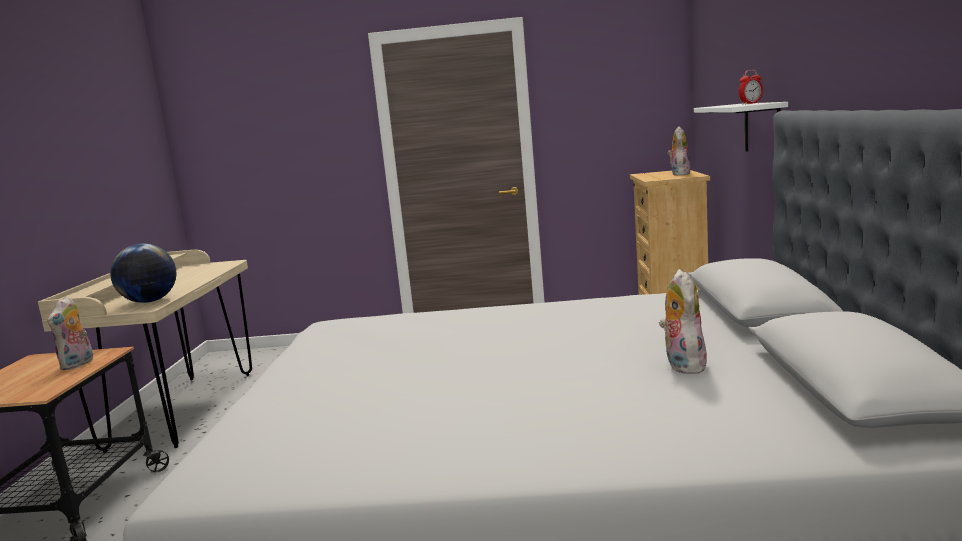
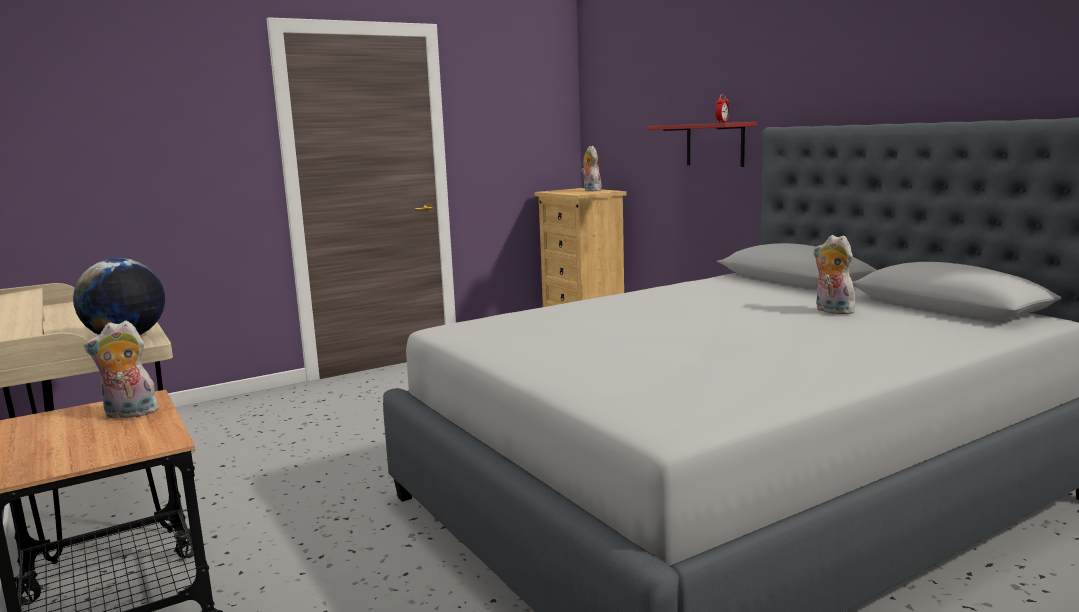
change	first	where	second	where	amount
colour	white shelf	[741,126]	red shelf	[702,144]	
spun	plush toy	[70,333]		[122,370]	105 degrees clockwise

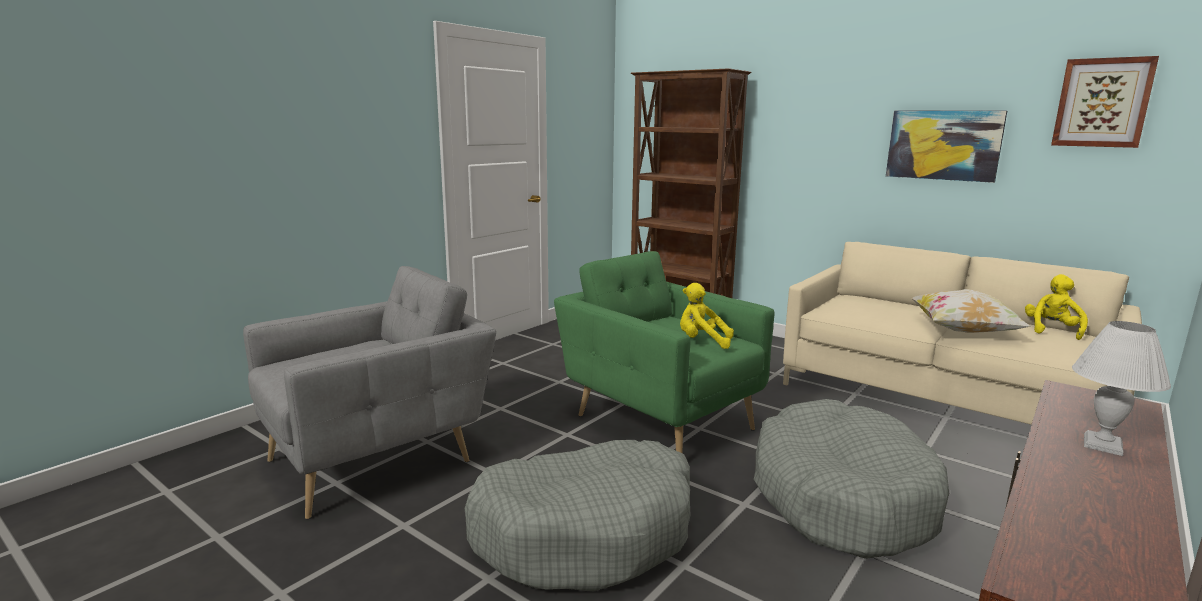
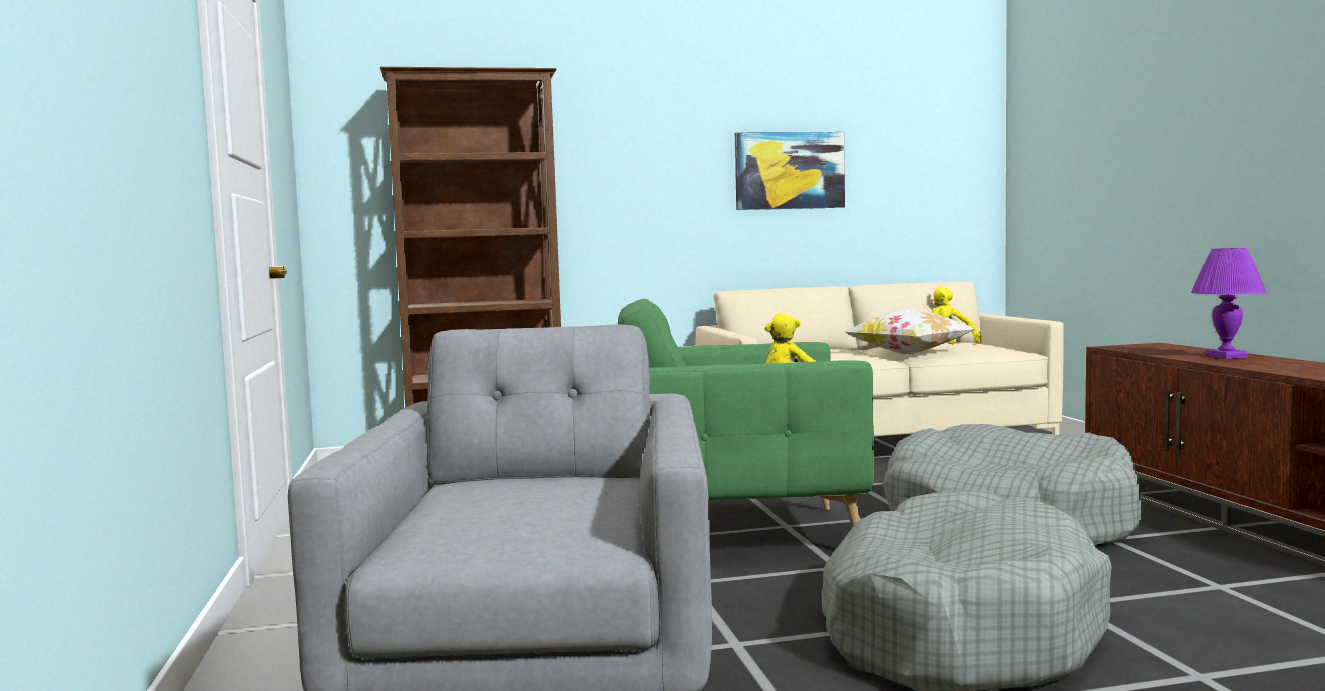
change	first	where	second	where	amount
missing	picture	[1105,102]			
colour	white table lamp	[1121,388]	purple table lamp	[1229,303]	

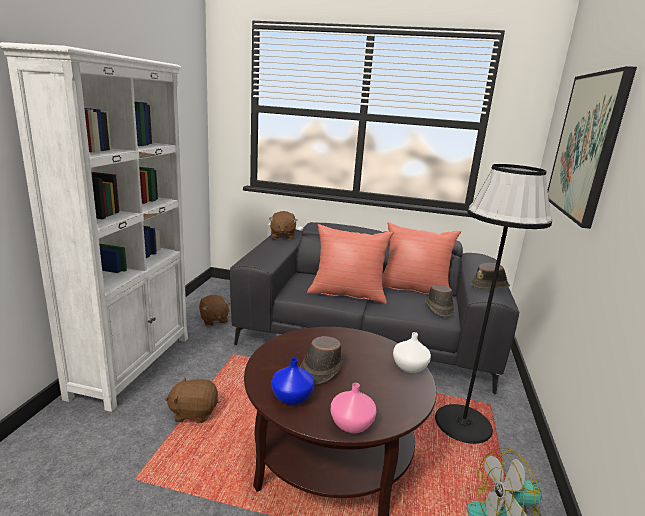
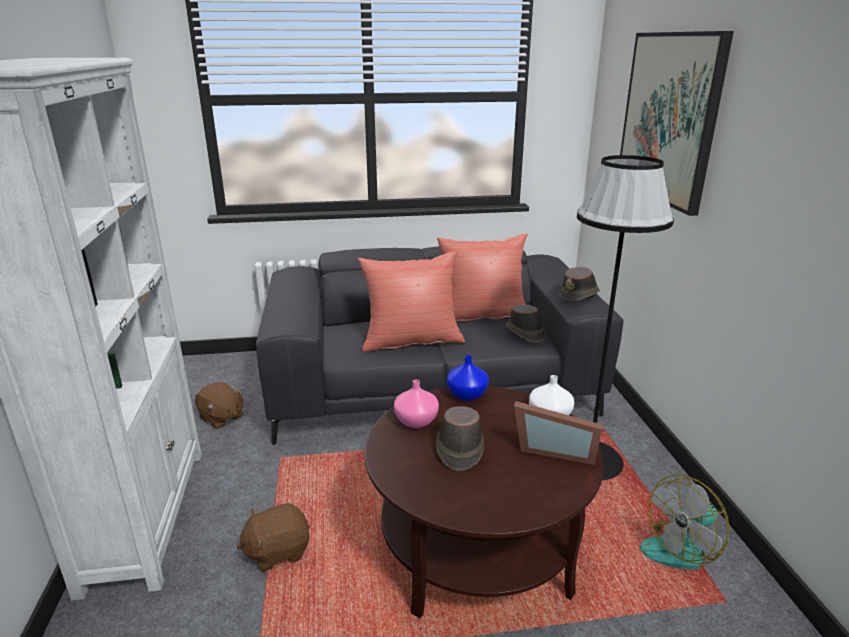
change	first	where	second	where	amount
missing	brown plush toy	[283,225]			
appeared			picture frame	[558,433]	
relocated	blue vase	[293,381]		[468,378]	
relocated	pink vase	[354,408]		[416,403]	

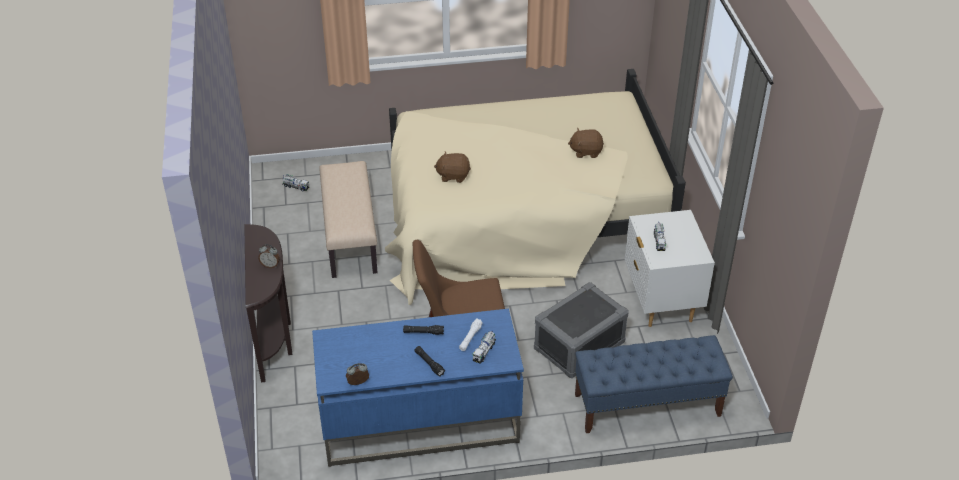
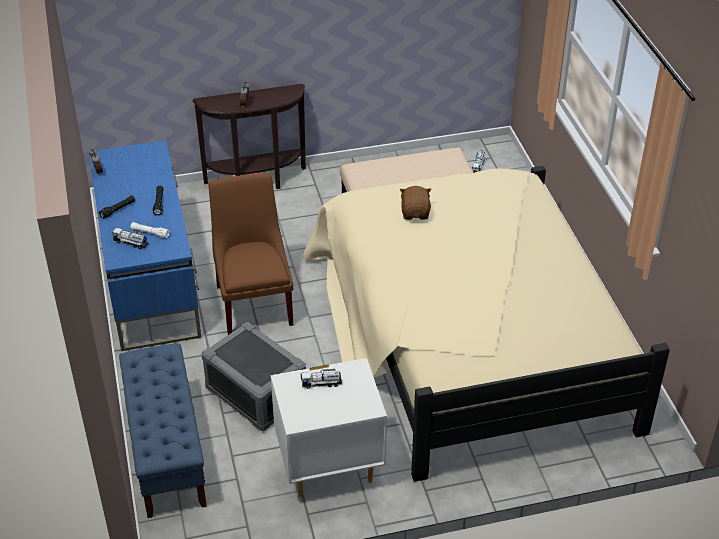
change	first	where	second	where	amount
missing	brown plush toy	[586,143]			

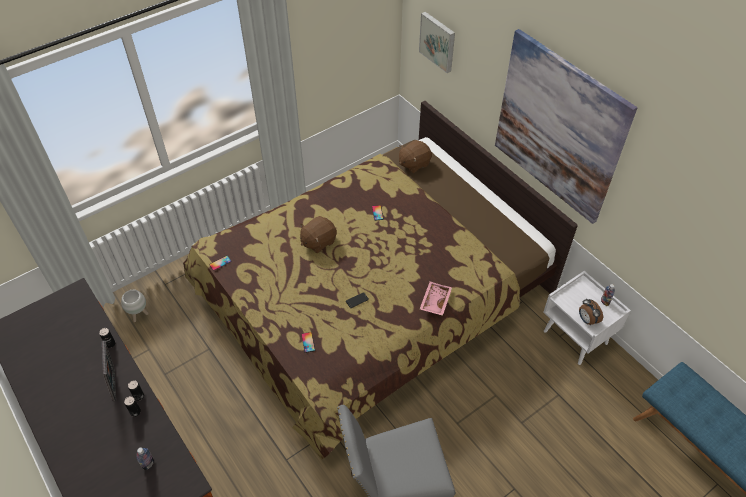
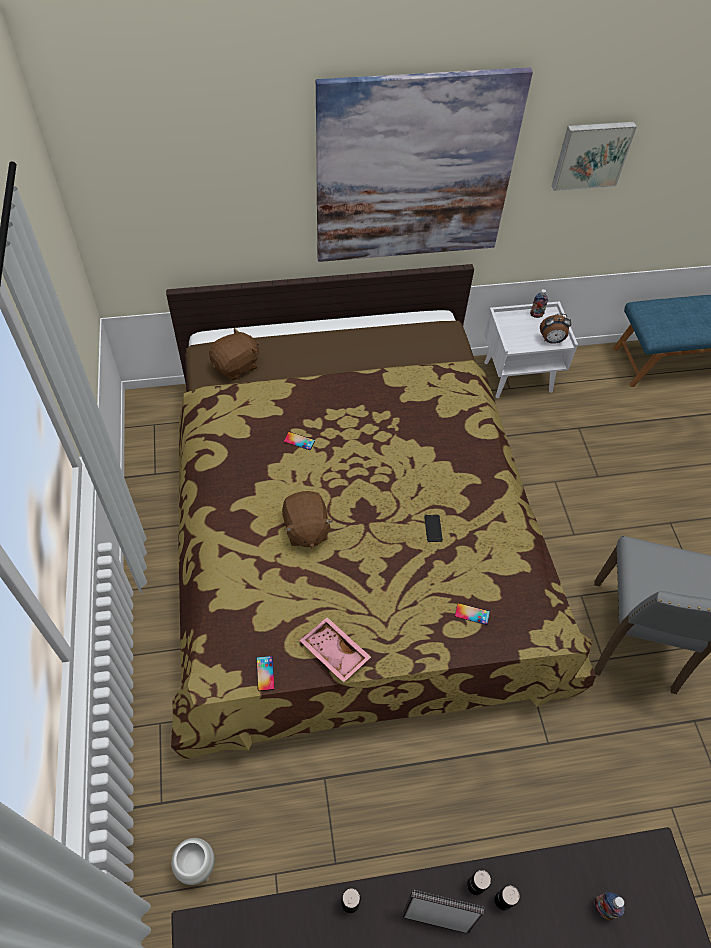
change	first	where	second	where	amount
relocated	picture	[437,42]		[594,156]	
relocated	pink tray	[436,298]		[335,650]	
spun	brown plush toy	[415,156]		[234,353]	120 degrees counterclockwise

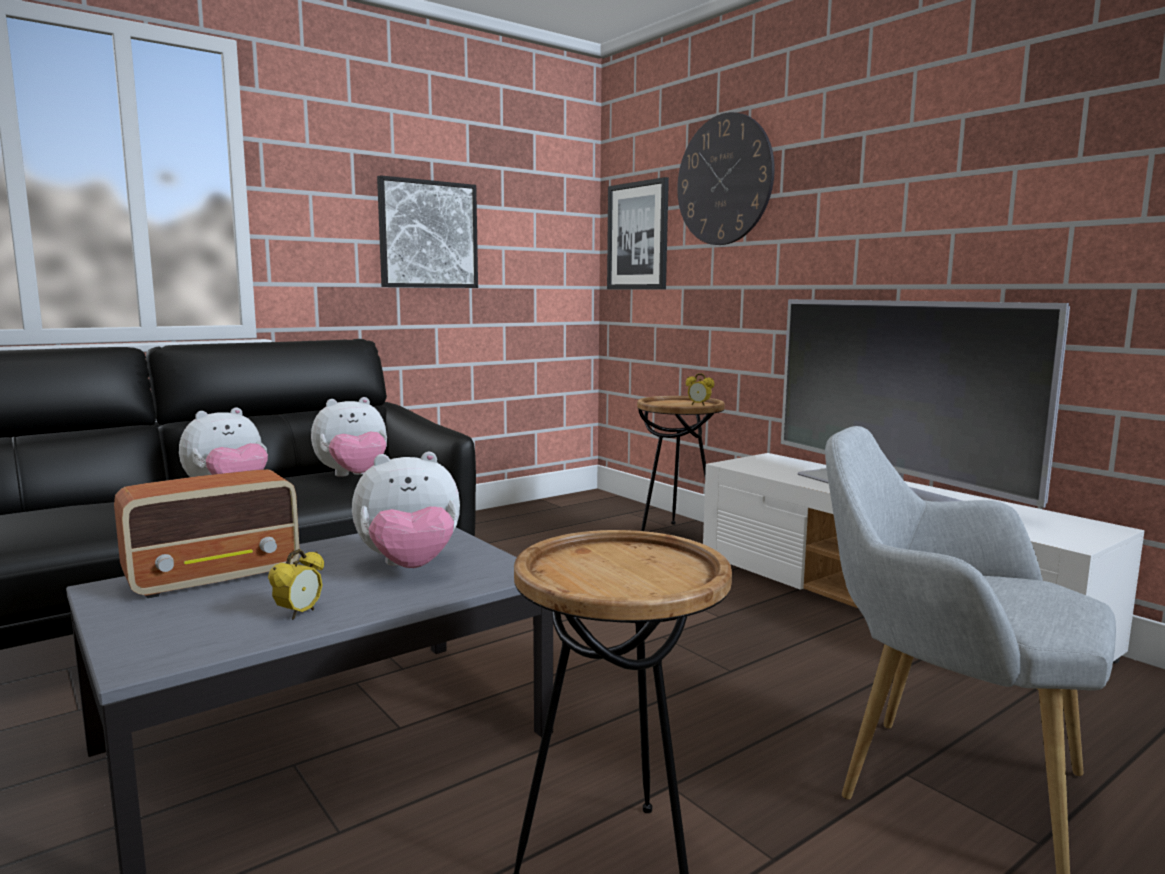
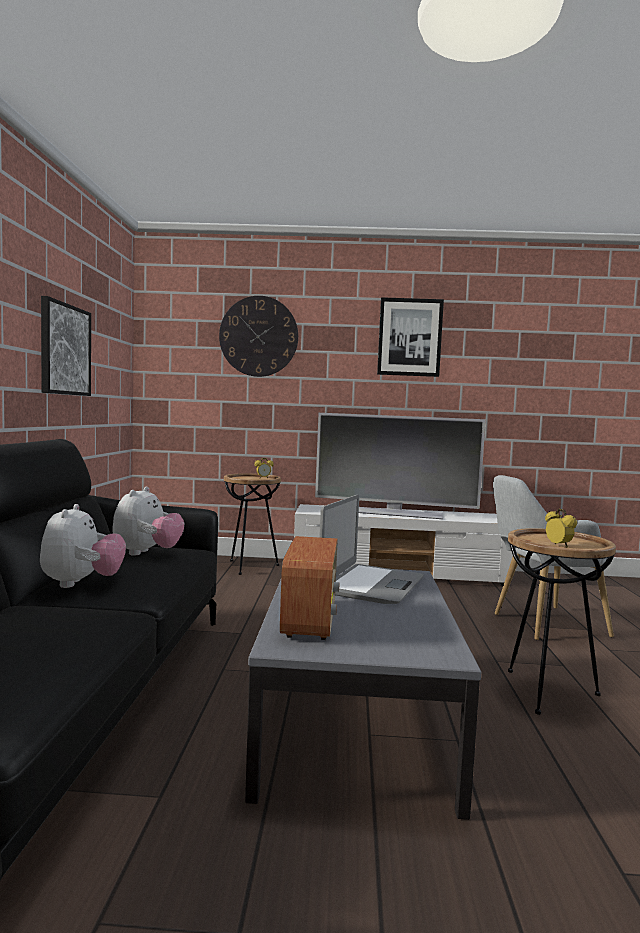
change	first	where	second	where	amount
relocated	alarm clock	[296,584]		[561,527]	
relocated	picture	[638,233]		[410,337]	
exchanged	plush toy	[406,510]	laptop	[371,549]	

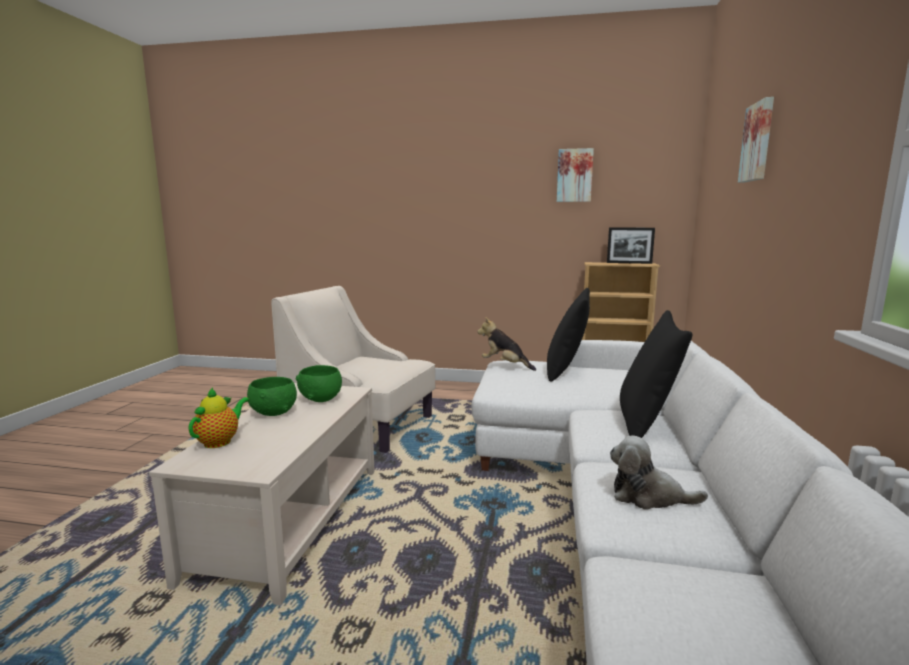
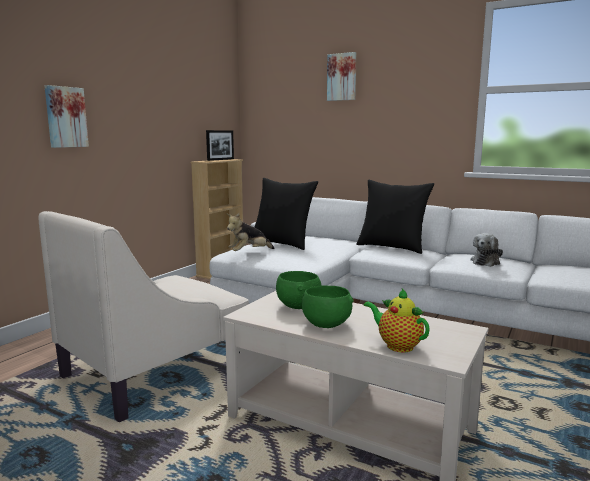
change	first	where	second	where	amount
relocated	picture	[575,175]		[66,116]	

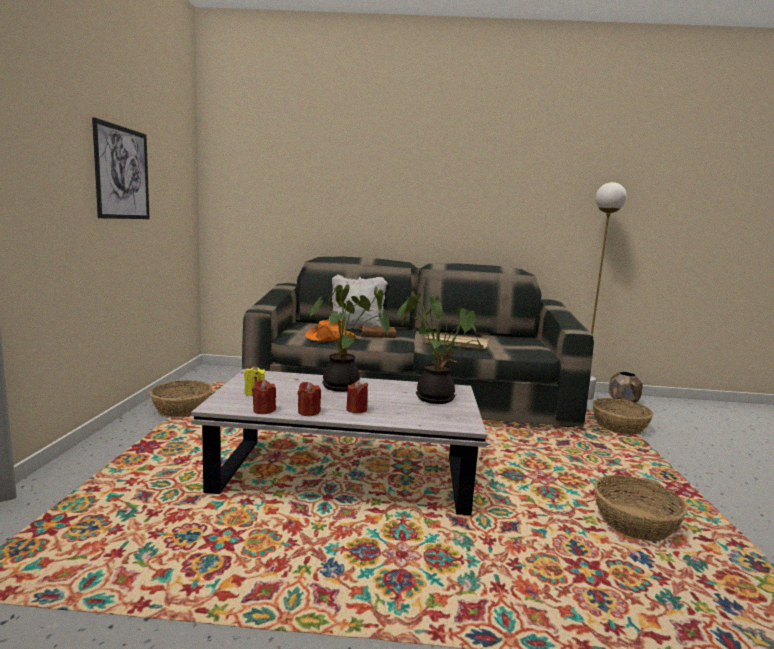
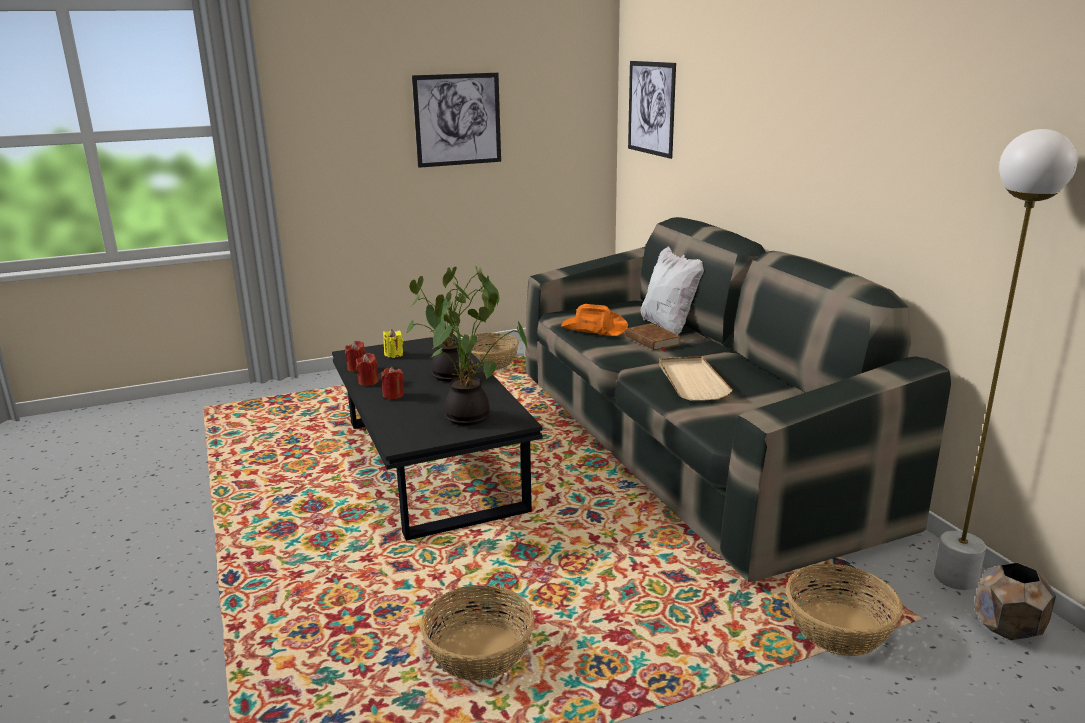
change	first	where	second	where	amount
appeared			picture	[652,110]	
colour	white coffee table	[339,442]	black coffee table	[437,437]	

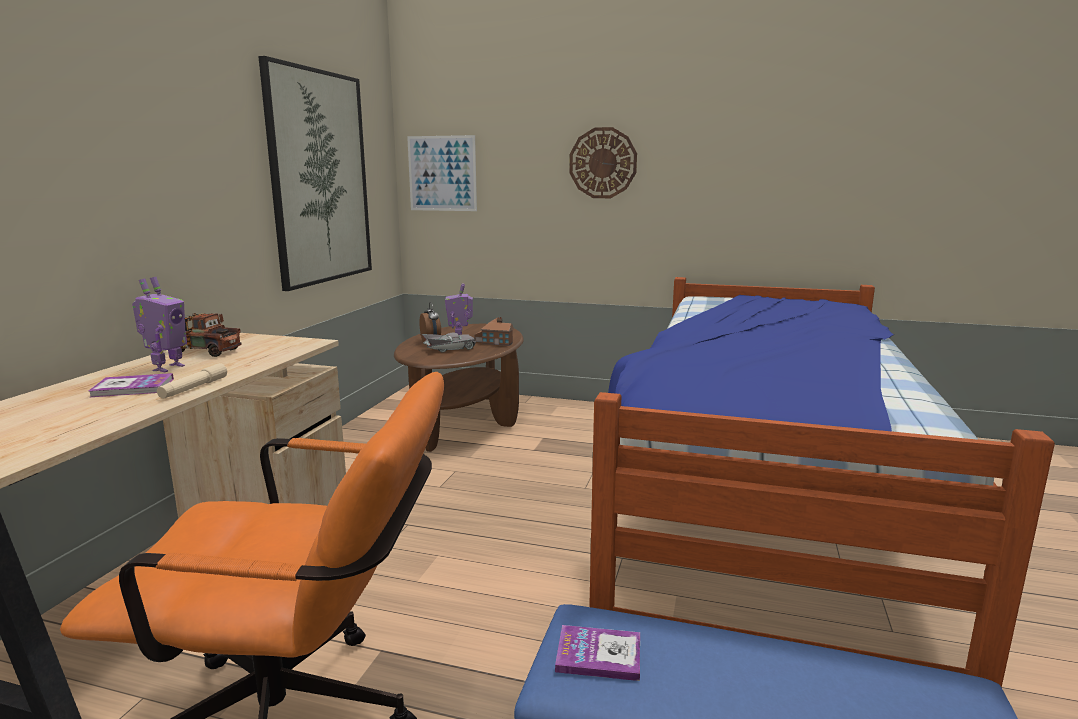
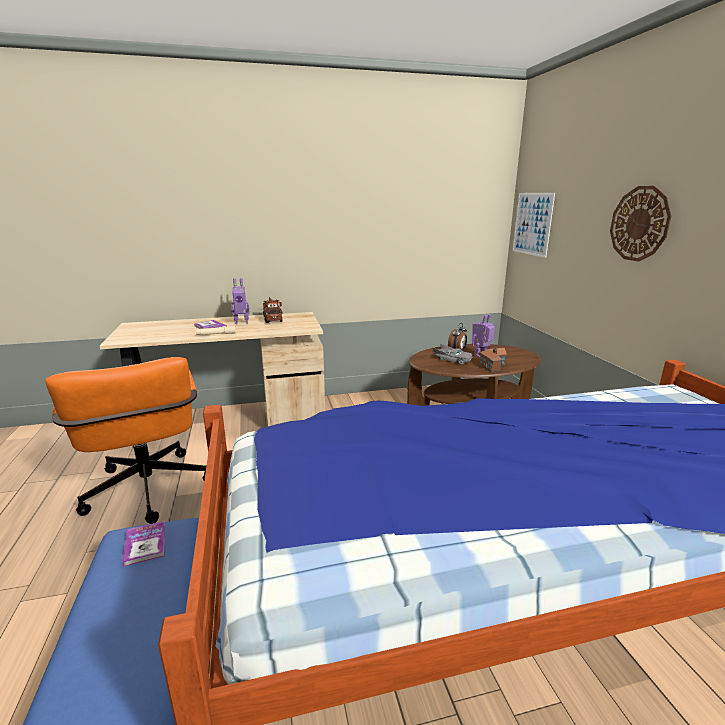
change	first	where	second	where	amount
missing	picture	[315,173]			

